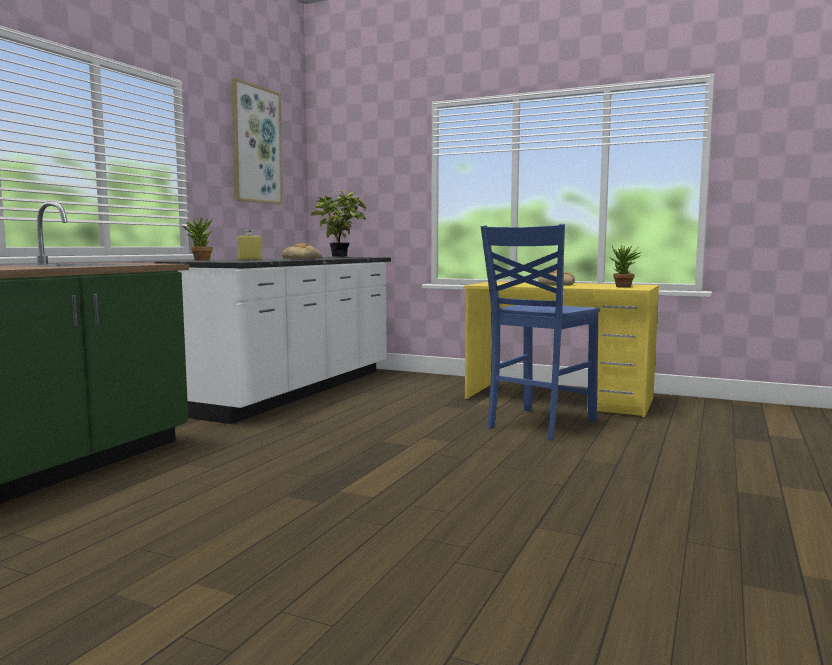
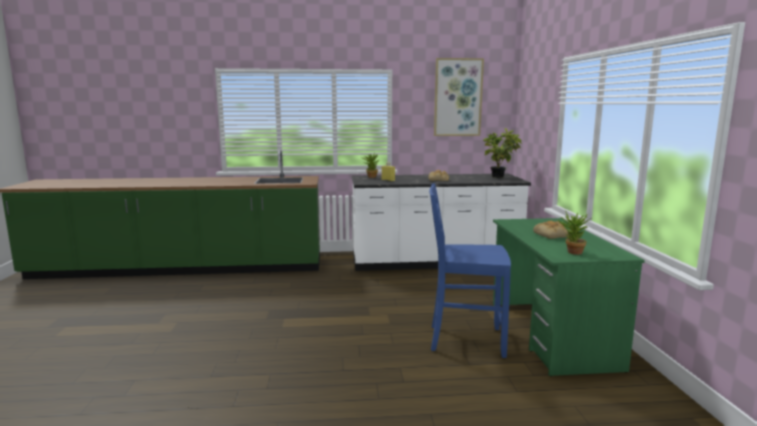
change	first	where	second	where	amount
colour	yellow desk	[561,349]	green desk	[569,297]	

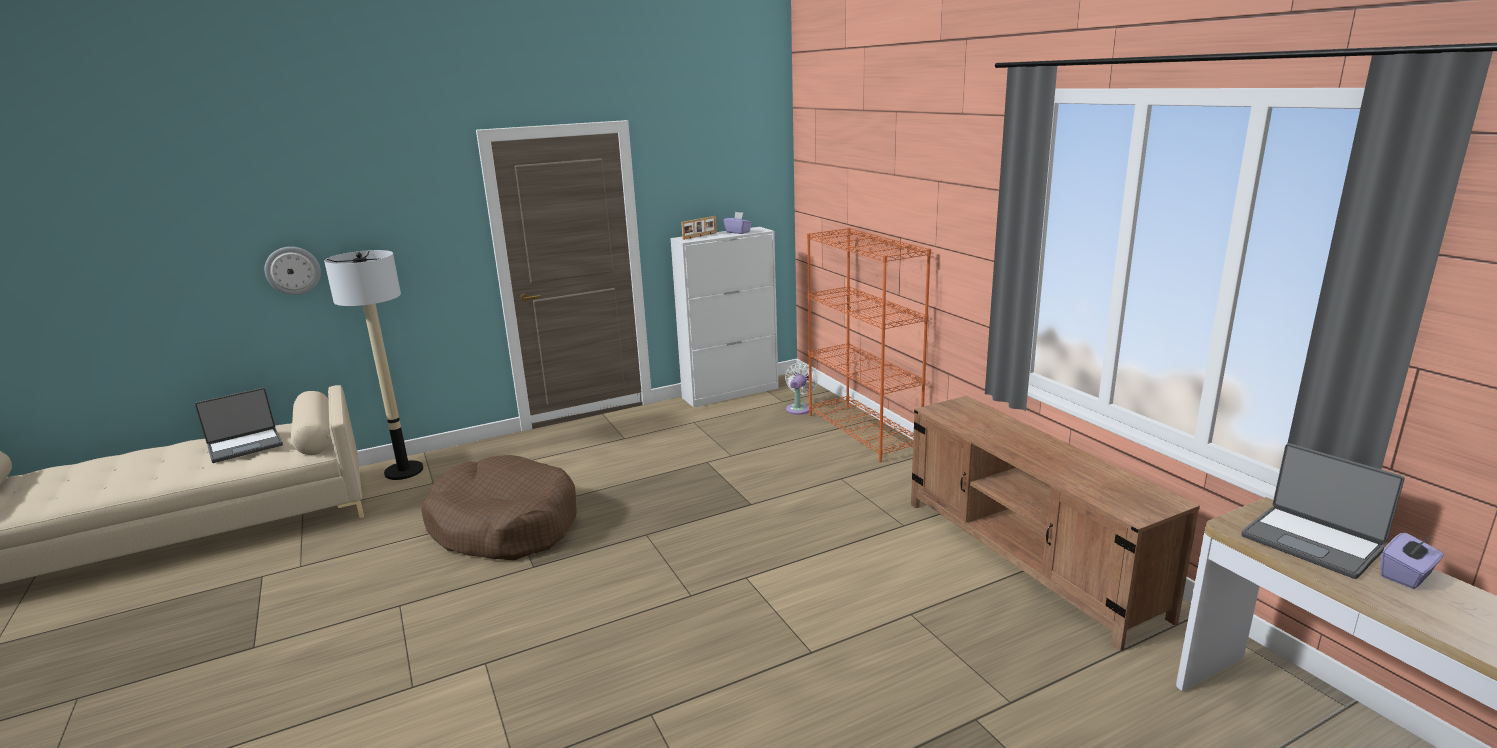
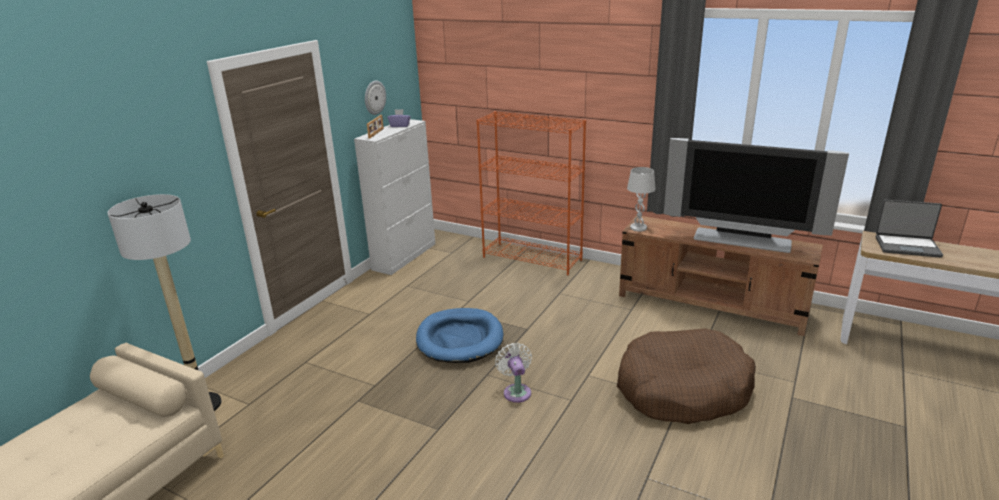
change	first	where	second	where	amount
missing	laptop	[239,425]			
missing	purple tissue box	[1412,561]			
appeared			blue dog bed	[459,335]	
appeared			white table lamp	[641,199]	
appeared			television	[756,195]	
relocated	wall clock	[292,271]		[375,98]	
relocated	brown dog bed	[499,507]		[686,376]	
relocated	white fan	[801,388]		[513,373]	

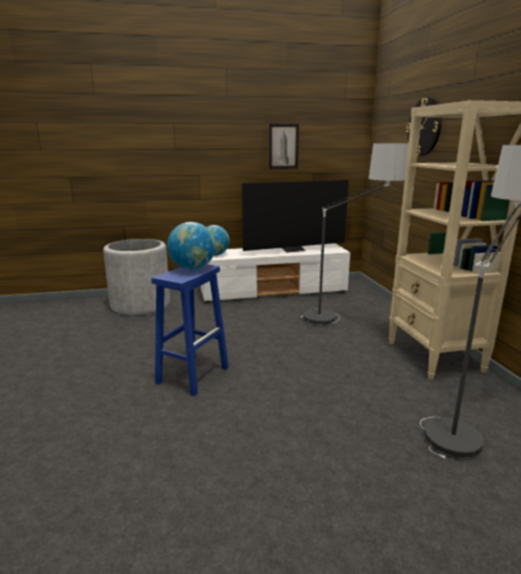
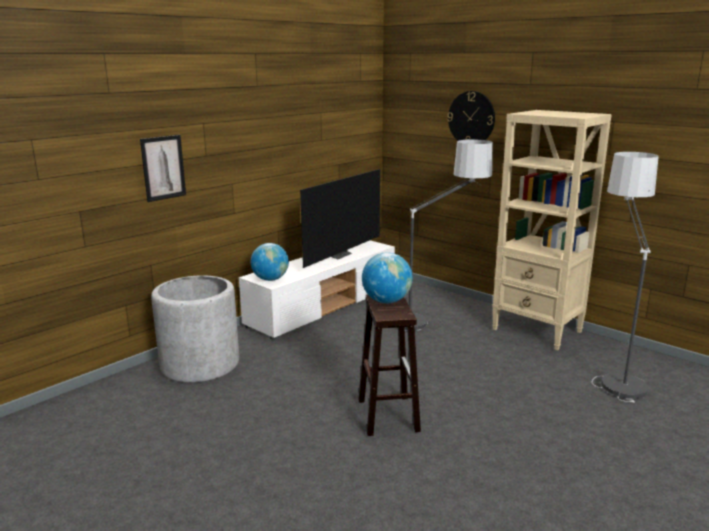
change	first	where	second	where	amount
relocated	picture	[284,146]		[163,168]	
colour	blue stool	[190,330]	brown stool	[389,365]	

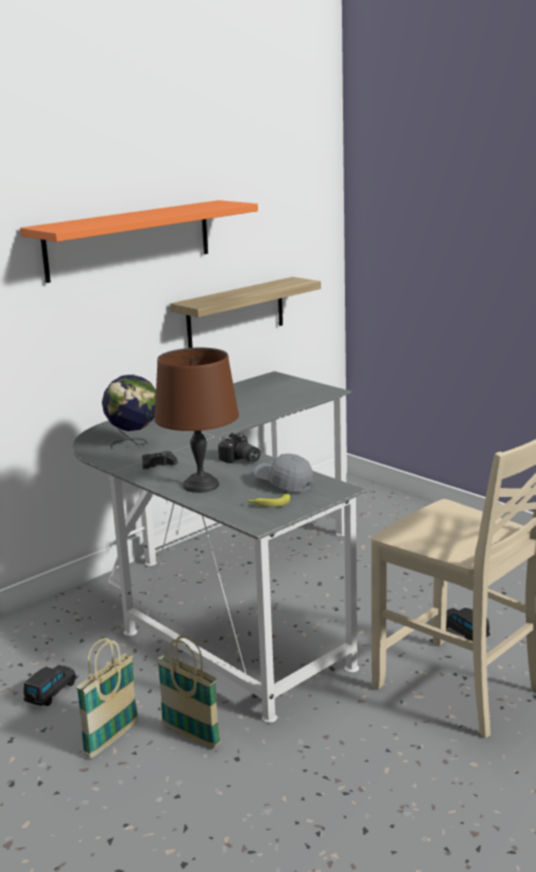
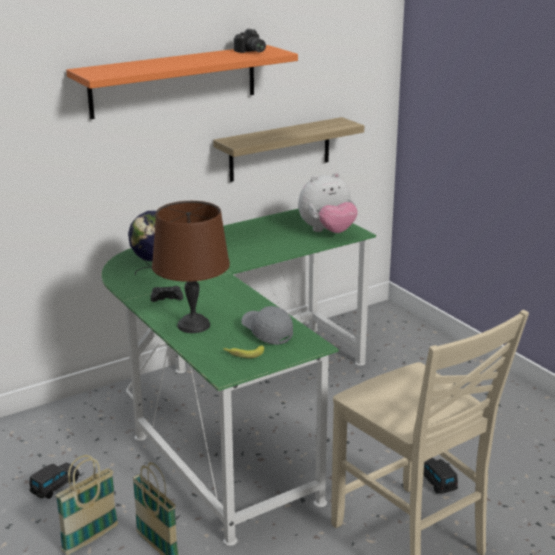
change	first	where	second	where	amount
appeared			plush toy	[328,202]	
relocated	photo camera	[239,447]		[250,41]	
colour	grey desk	[219,547]	green desk	[238,377]	

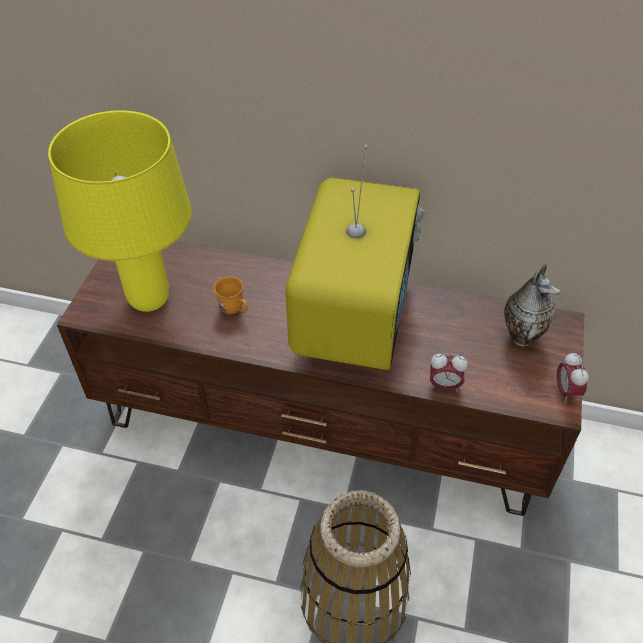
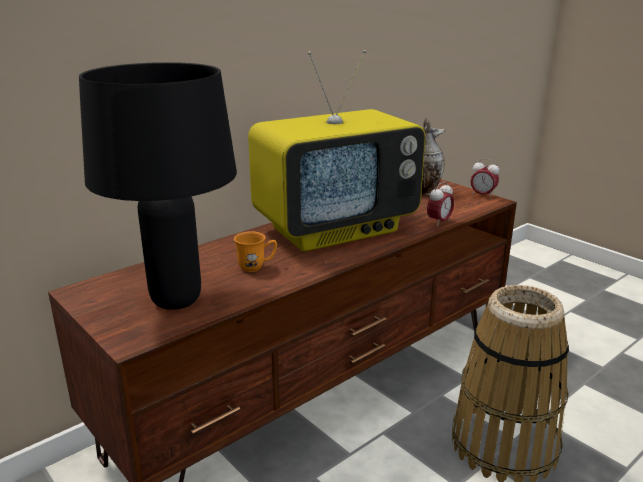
change	first	where	second	where	amount
colour	yellow table lamp	[120,211]	black table lamp	[158,186]	
spun	television	[355,257]		[336,151]	105 degrees clockwise

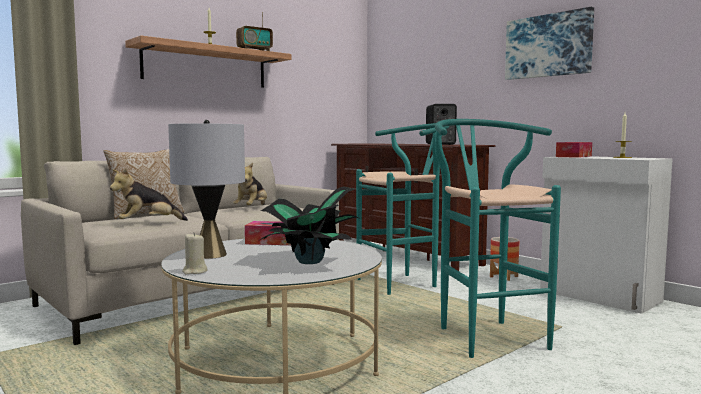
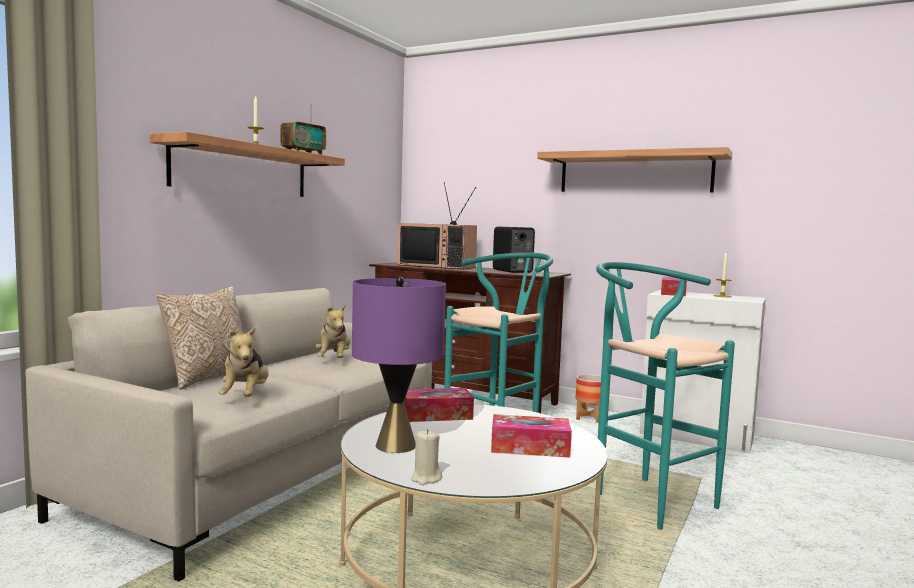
change	first	where	second	where	amount
appeared			television	[437,225]	
exchanged	potted plant	[310,225]	tissue box	[531,436]	
exchanged	picture	[549,43]	shelf	[635,169]	
colour	grey table lamp	[206,189]	purple table lamp	[399,364]	
spun	plush toy	[149,194]		[243,362]	45 degrees counterclockwise

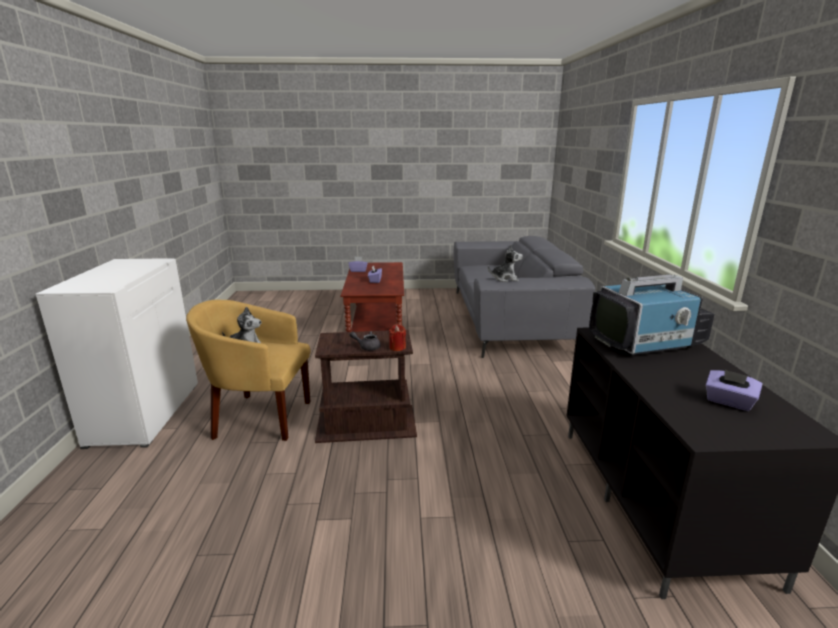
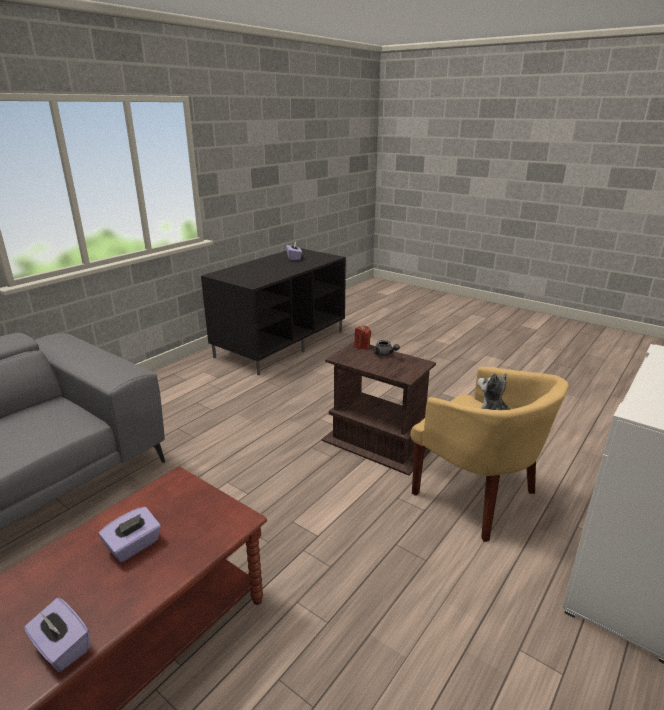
change	first	where	second	where	amount
missing	plush toy	[505,263]			
missing	television	[652,314]			

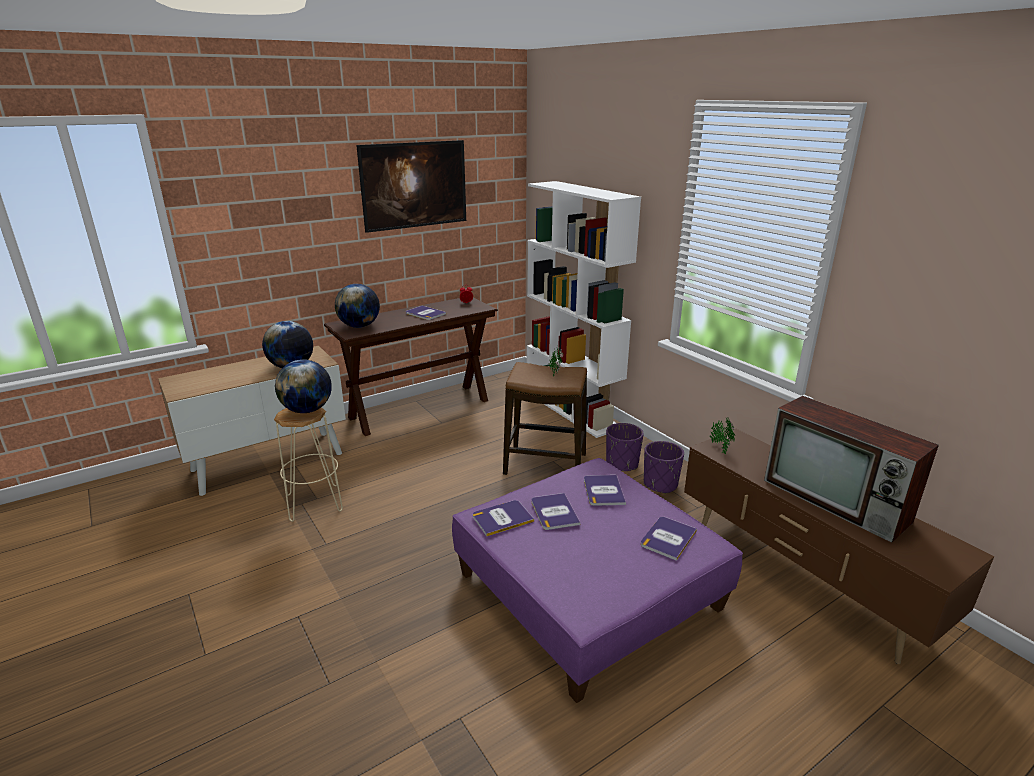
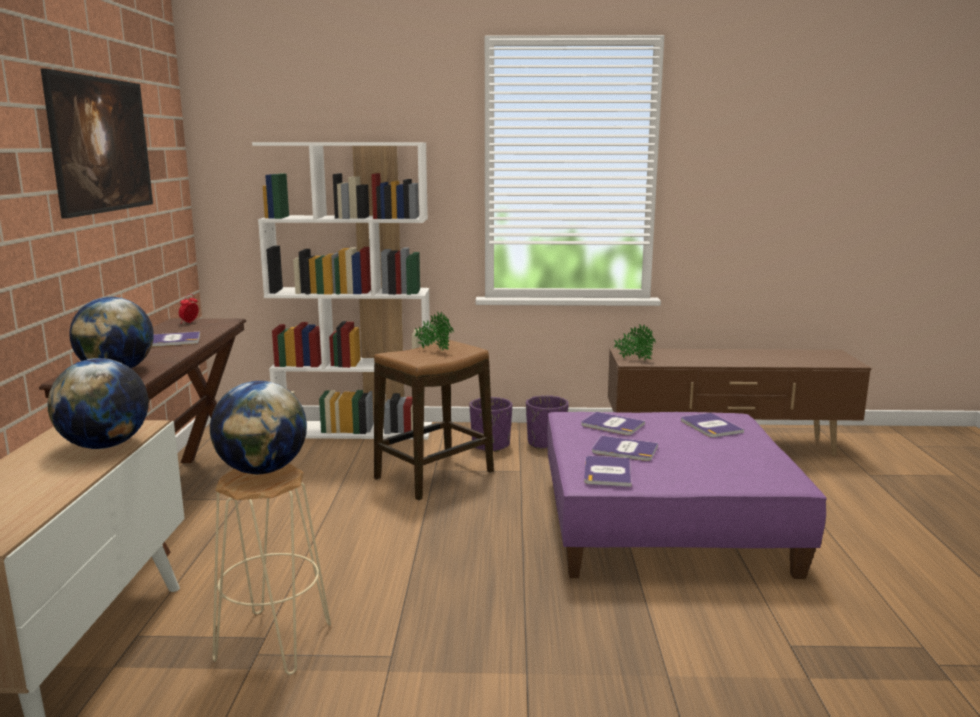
change	first	where	second	where	amount
missing	television	[851,469]			

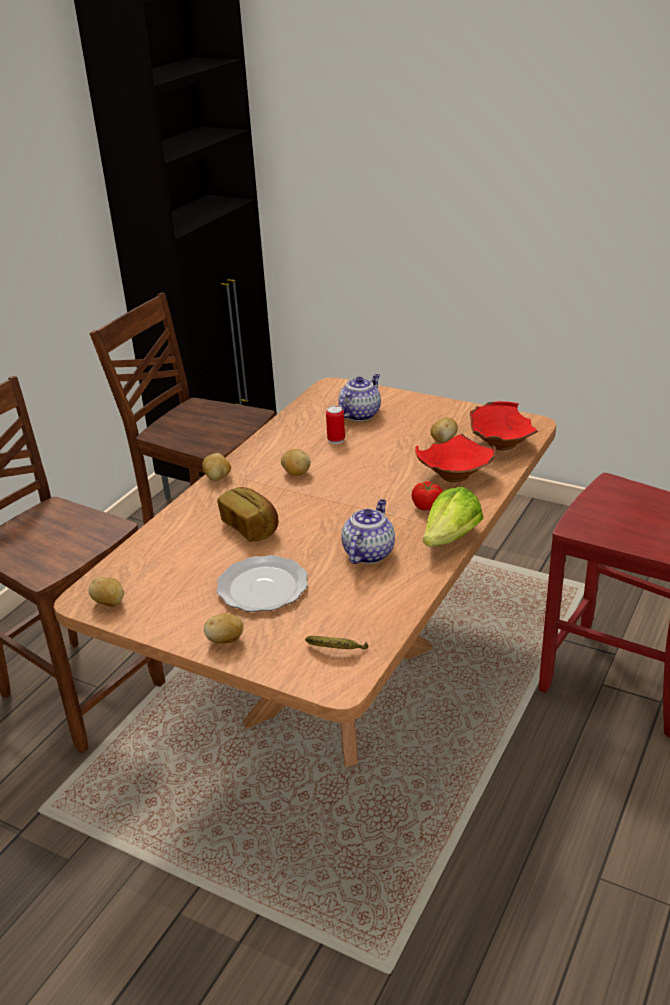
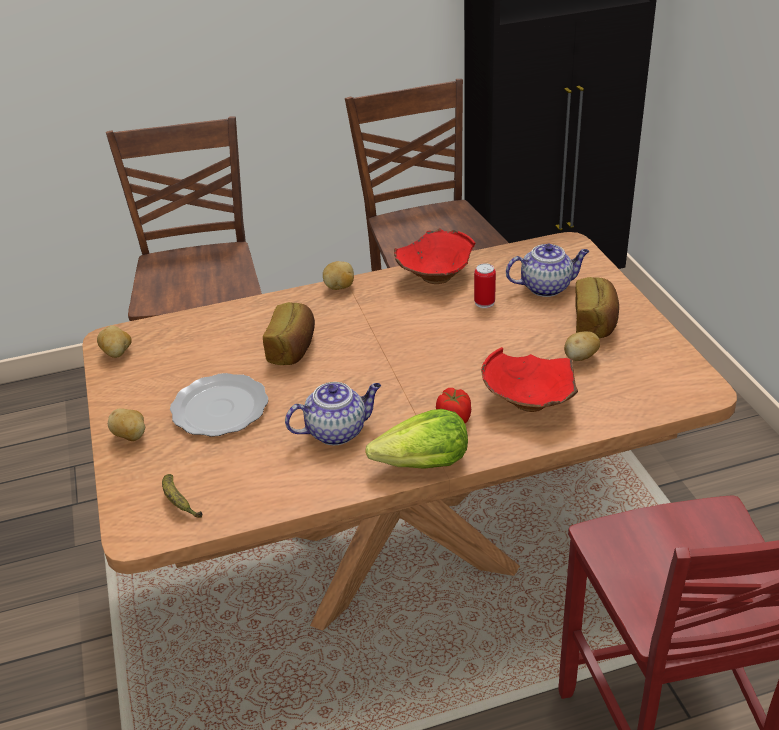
change	first	where	second	where	amount
missing	potato	[296,462]			
appeared			bread	[597,307]	
relocated	red bowl	[504,425]		[435,256]	

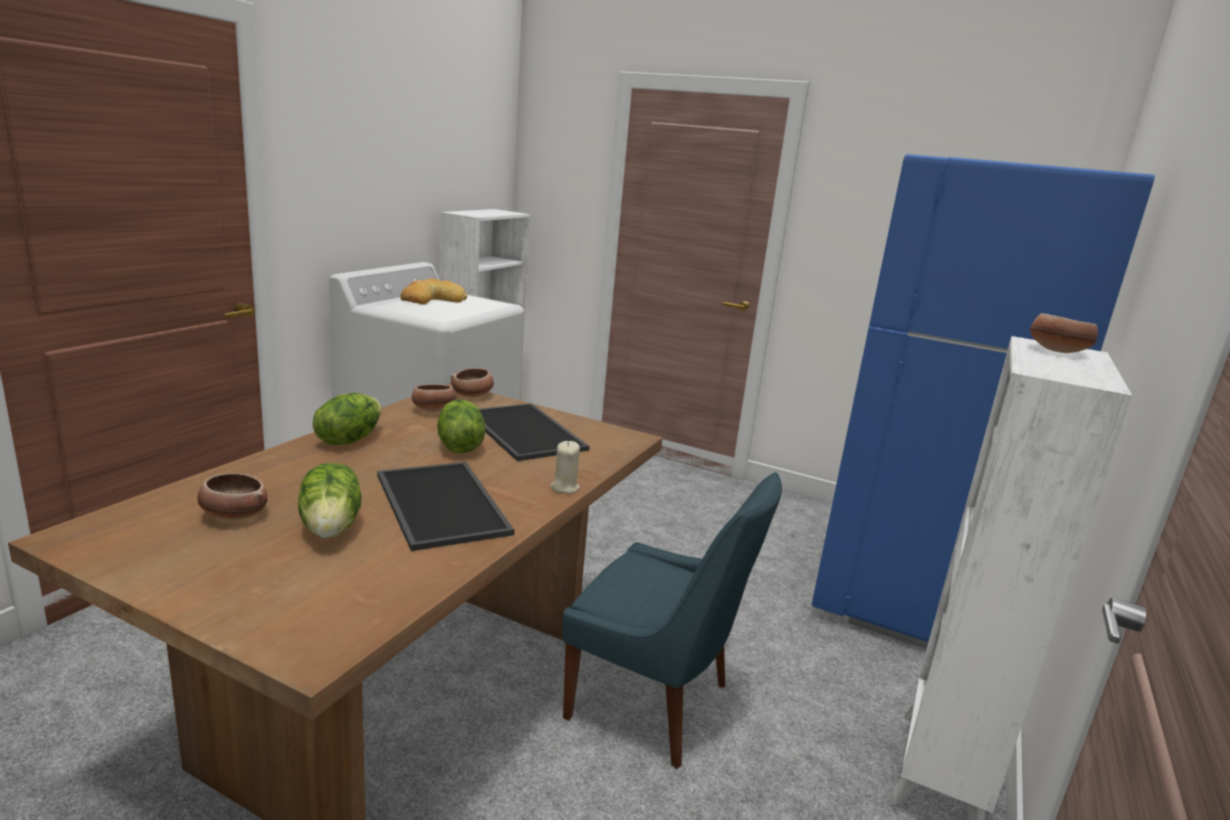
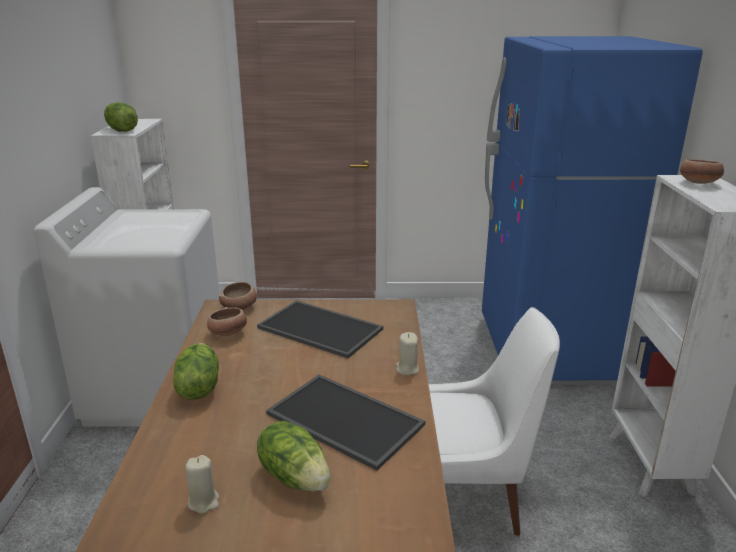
change	first	where	second	where	amount
missing	bread	[433,292]			
relocated	lettuce	[461,426]		[121,117]	
exchanged	bowl	[232,496]	beige candle	[202,484]	
colour	blue chair	[672,620]	white chair	[494,421]	

